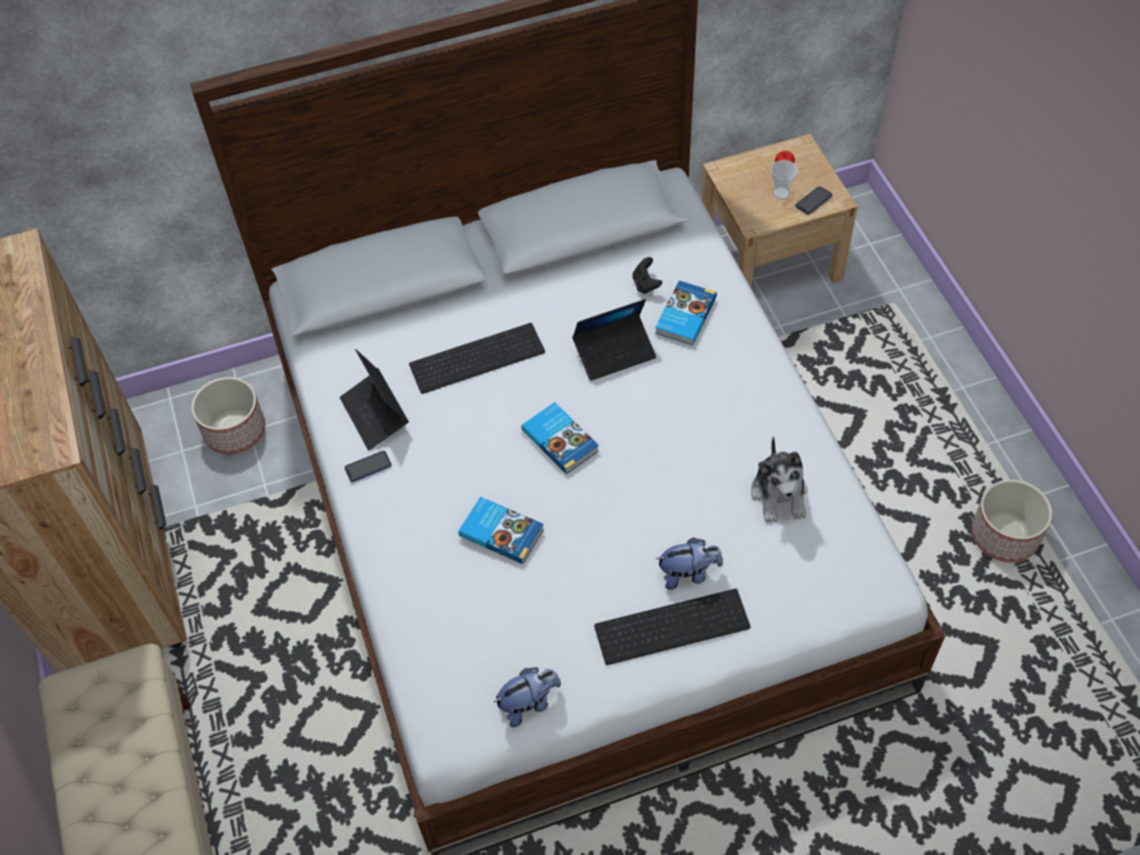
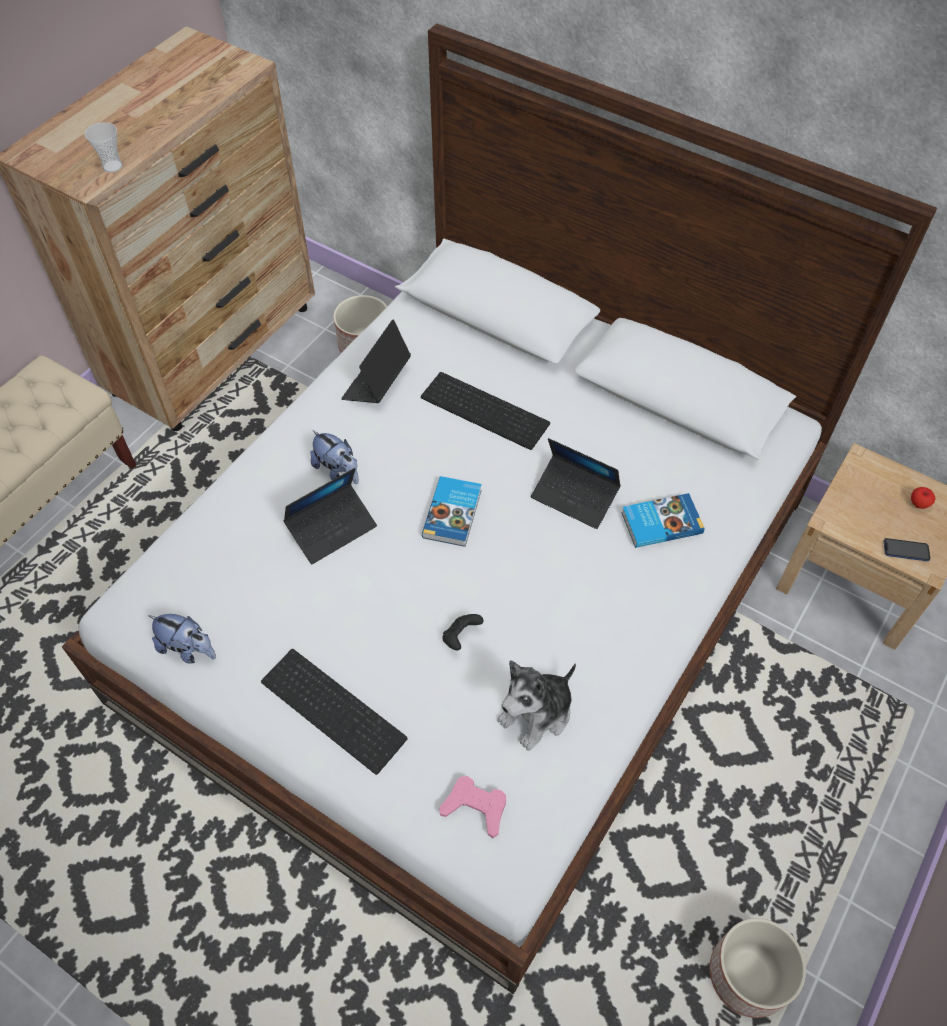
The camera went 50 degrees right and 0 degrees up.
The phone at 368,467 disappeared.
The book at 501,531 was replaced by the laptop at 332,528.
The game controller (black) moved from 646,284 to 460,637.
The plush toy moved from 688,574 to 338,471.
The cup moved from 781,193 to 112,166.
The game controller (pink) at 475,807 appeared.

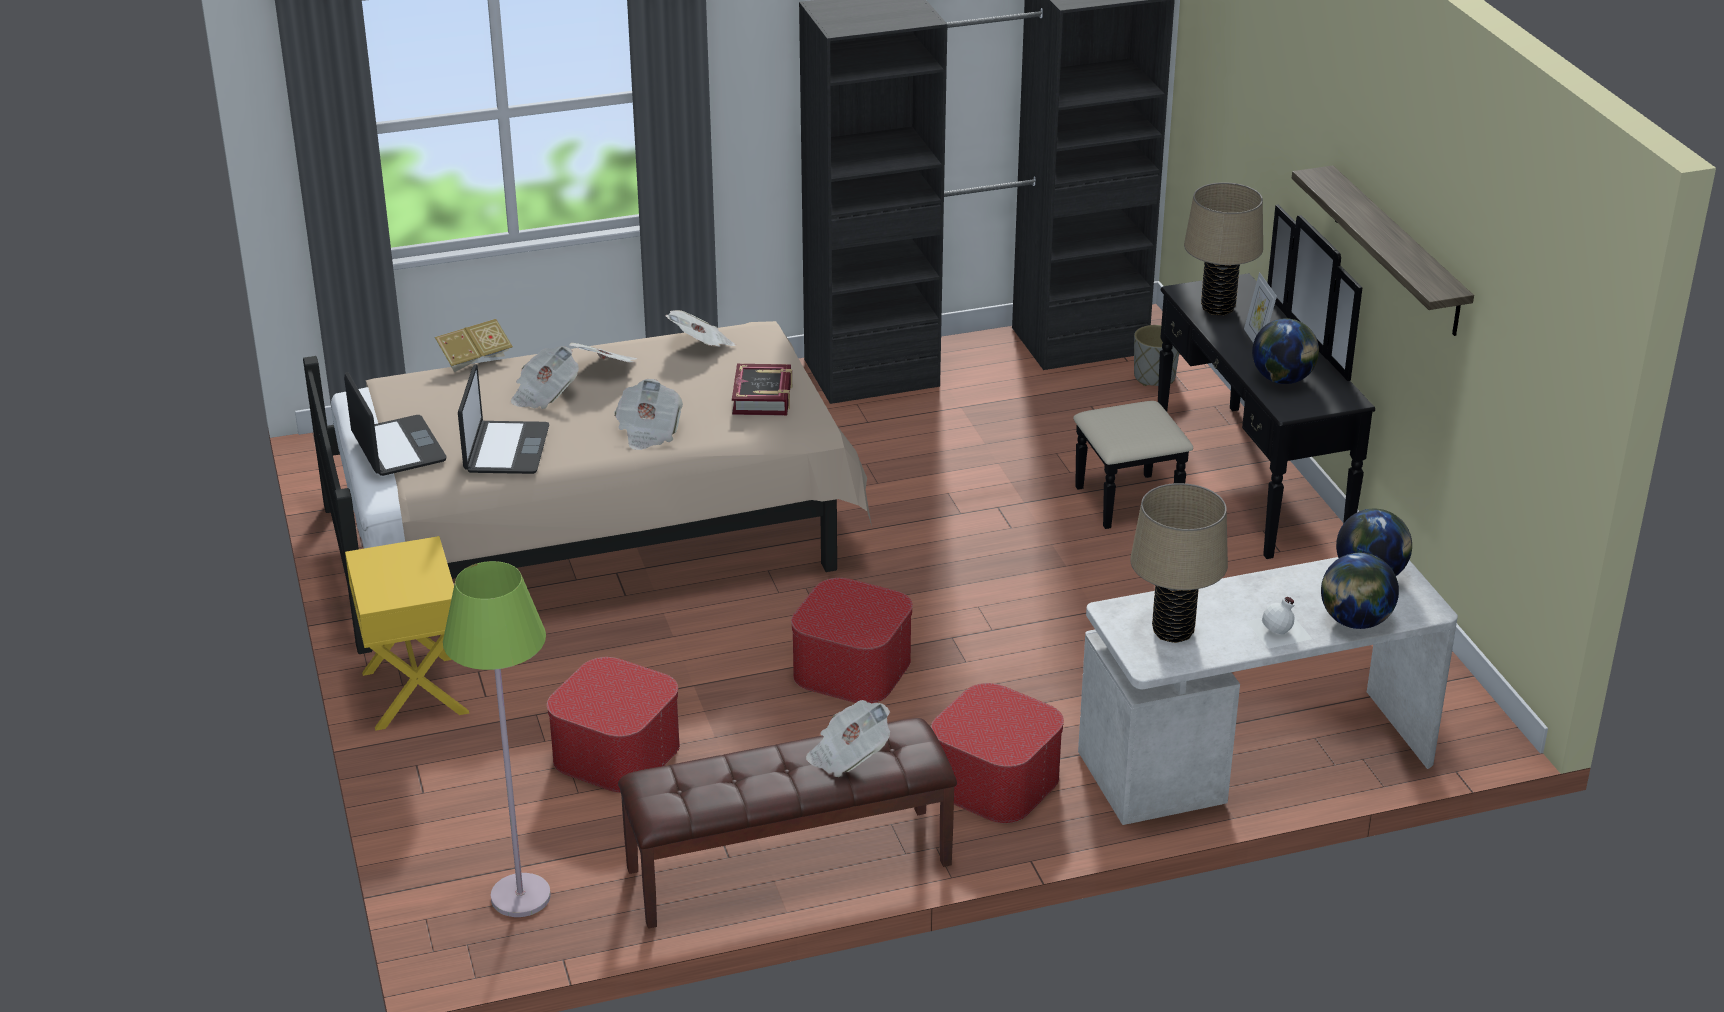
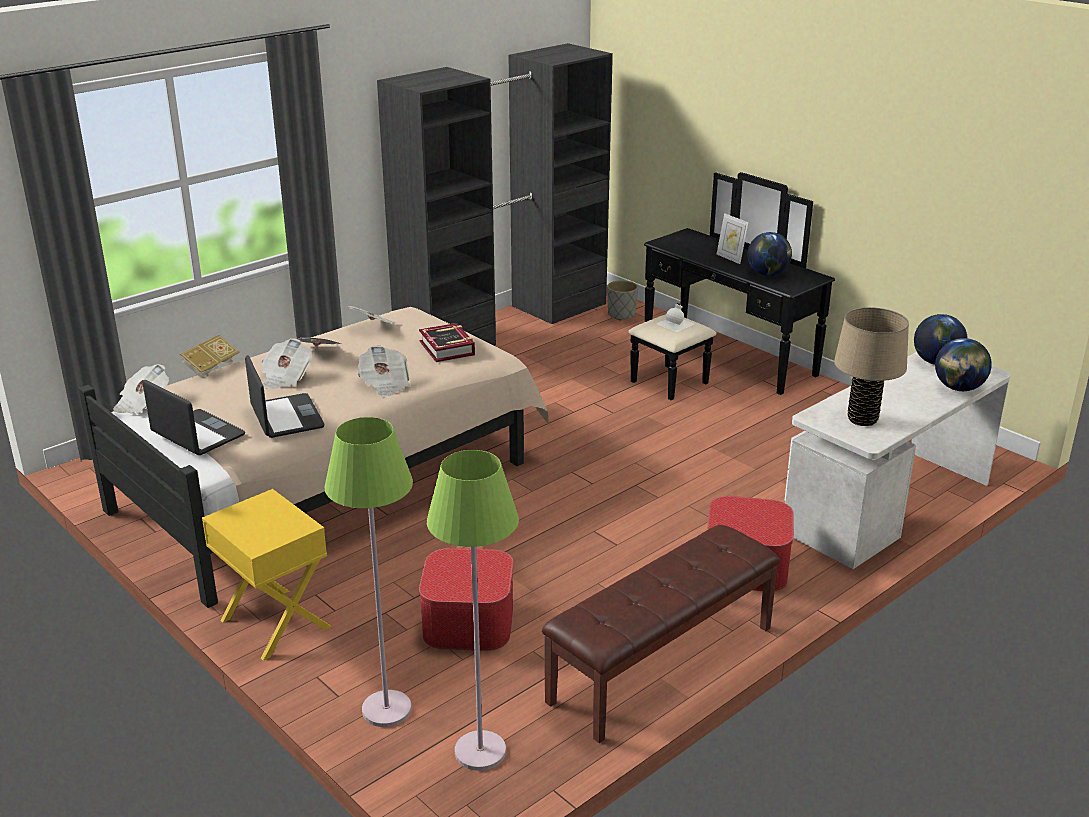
The camera went 25 degrees left and 5 degrees down.
The ottoman at 851,668 disappeared.
The newspaper moved from 848,756 to 142,403.
The table lamp (beige) at 1218,308 disappeared.
The bottle (white) moved from 1280,630 to 676,323.
The shelf at 1397,251 disappeared.
The floor lamp (green) at 386,709 appeared.

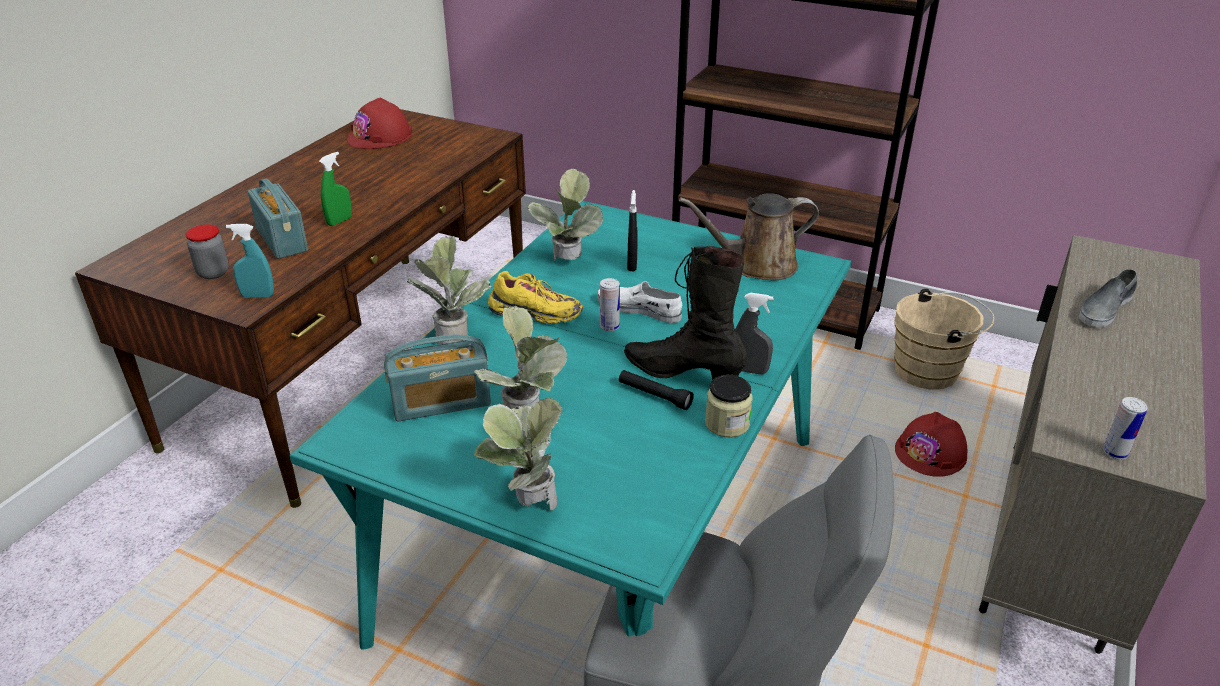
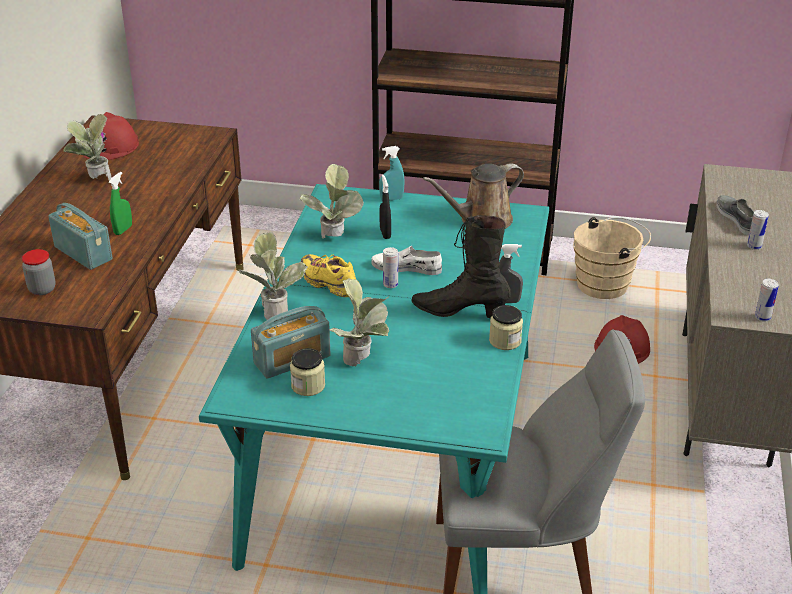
The camera went 15 degrees left and 0 degrees up.
The spray bottle (turquoise) moved from 258,296 to 391,199.
The potted plant moved from 526,505 to 95,180.
The shoe (yellow) at 535,314 turned 135 degrees counterclockwise.
The flashlight (black) at 654,396 disappeared.
The shoe (grey) at 1104,309 turned 135 degrees clockwise.
The jar at 308,386 appeared.
The can at 754,246 appeared.

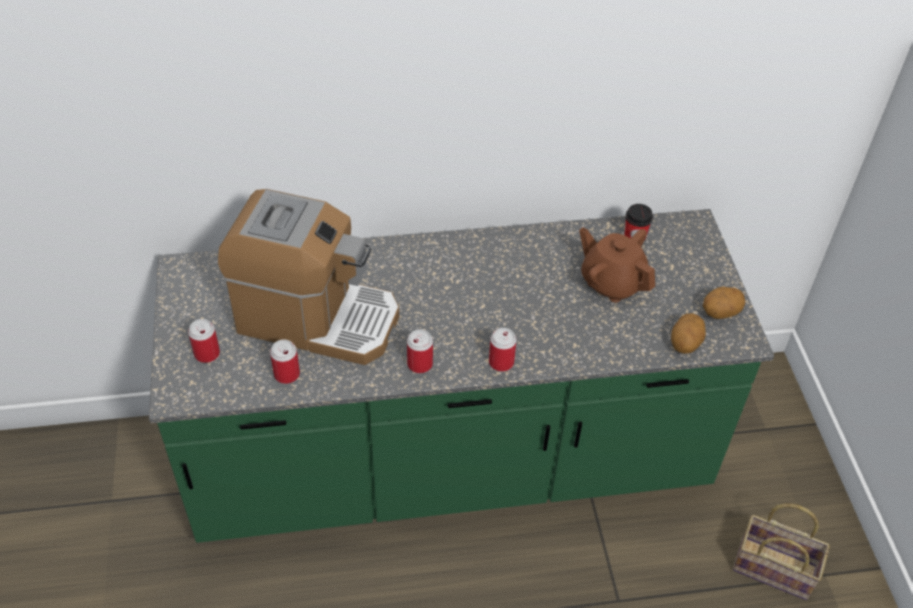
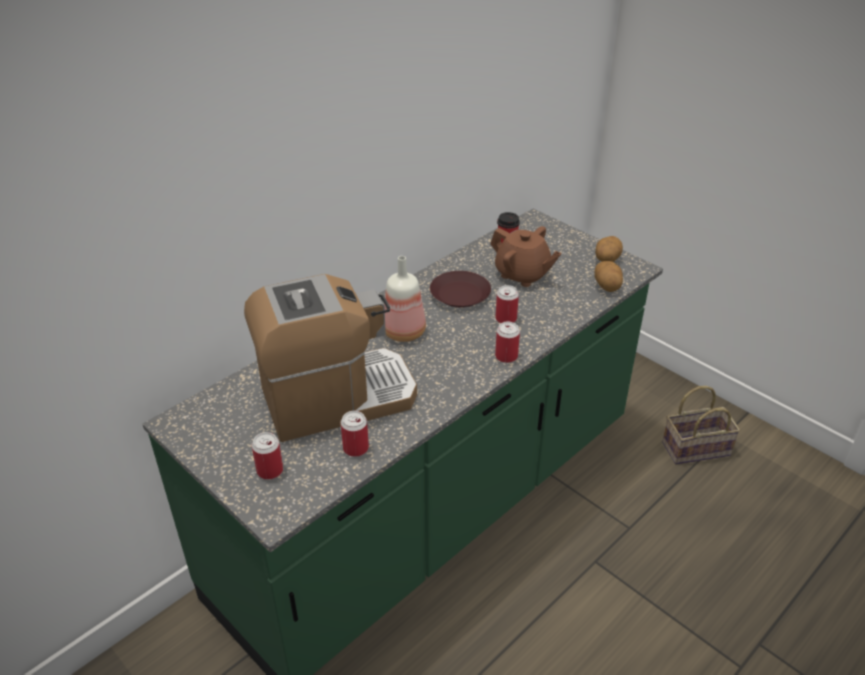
The camera went 35 degrees left and 10 degrees down.
The can moved from 420,364 to 506,319.
The teapot (brown) at 612,282 turned 150 degrees counterclockwise.
The bottle at 405,332 appeared.
The plate (brown) at 459,294 appeared.

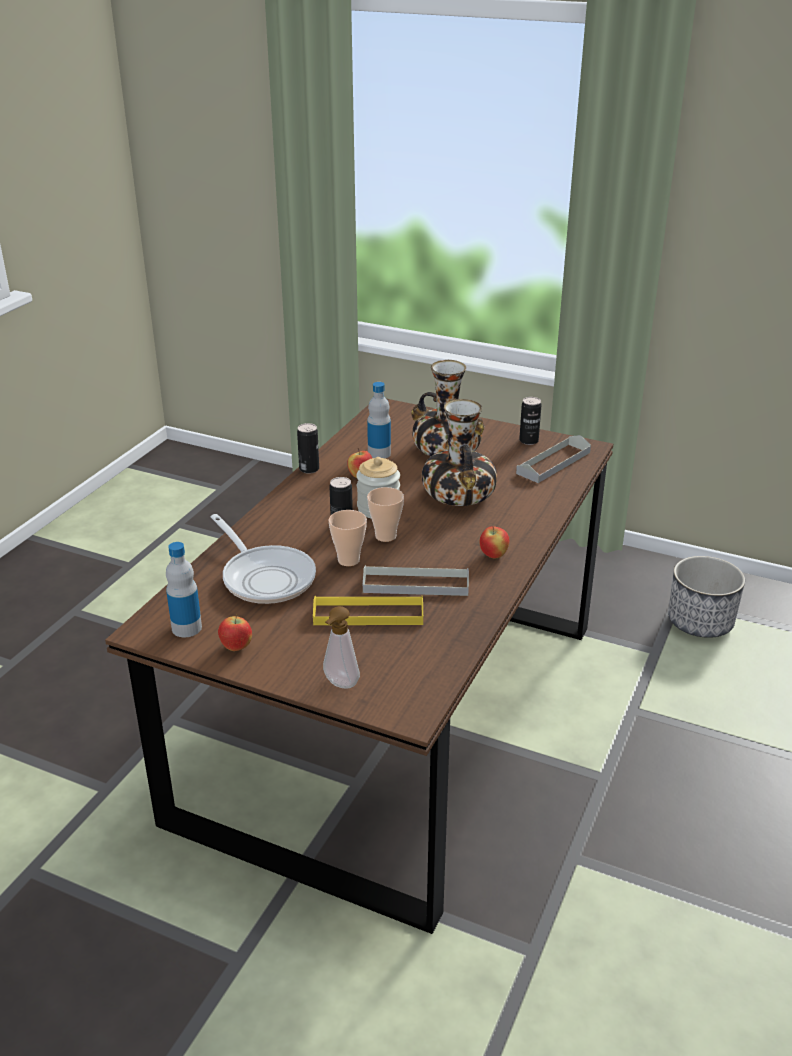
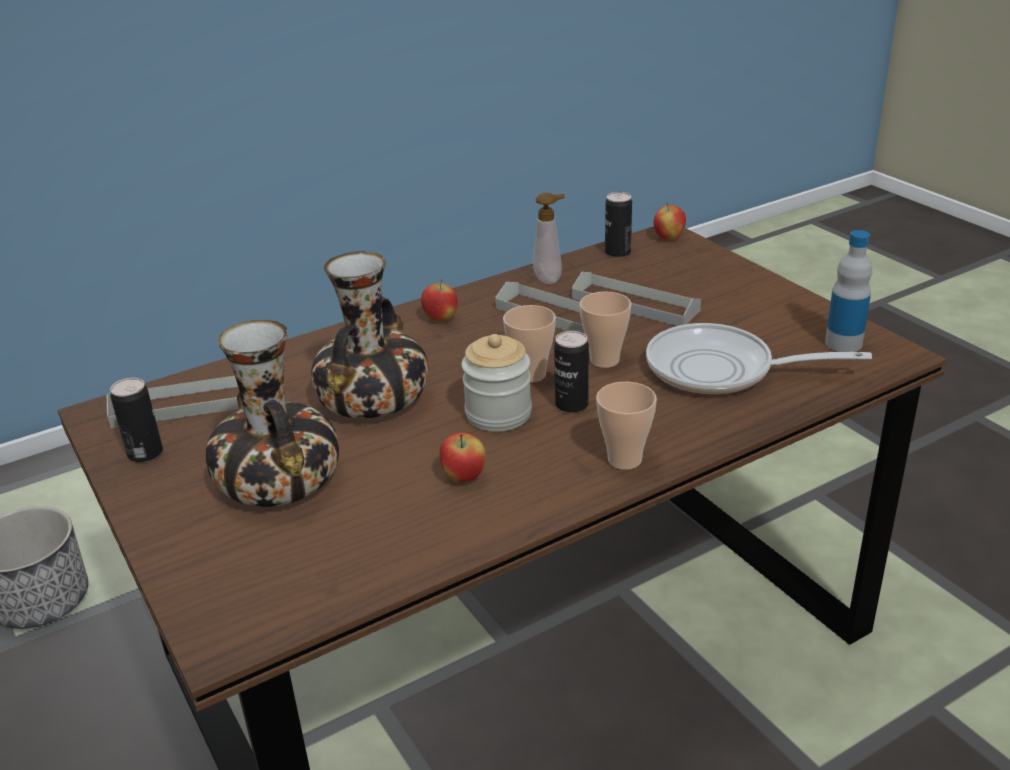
The camera went 145 degrees left and 0 degrees up.
The frying pan at 265,577 turned 75 degrees counterclockwise.
The apple moved from 236,647 to 668,238.
The can moved from 309,469 to 617,252.
The tray (yellow) at 368,614 became the tray (grey) at 635,304.
The soap dispenser moved from 339,684 to 550,279.
The bottle at 379,453 disappeared.
The cup at 624,460 appeared.

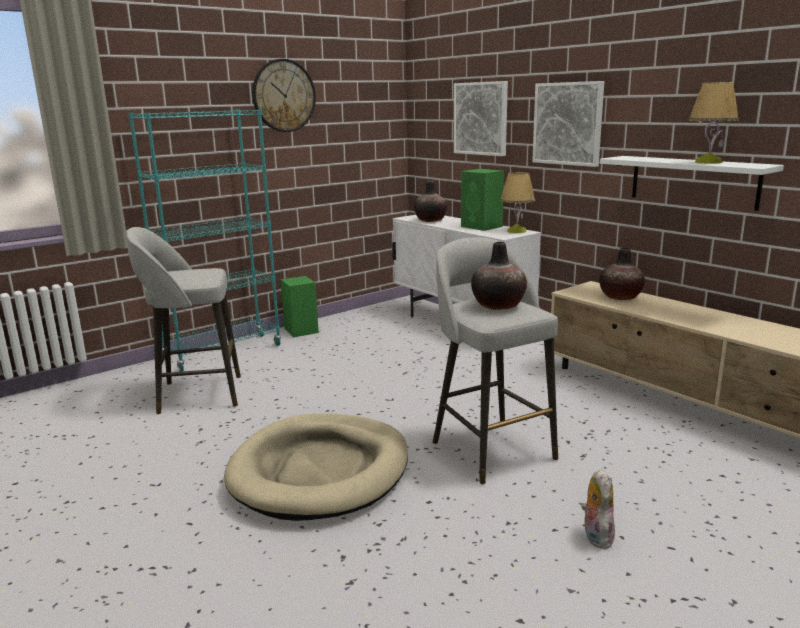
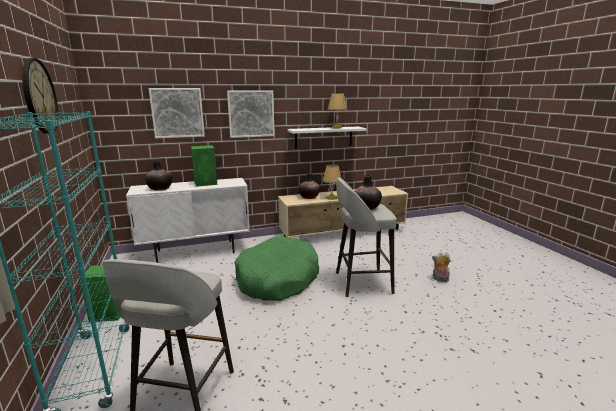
The camera went 70 degrees left and 0 degrees up.
The dog bed (beige) at 320,471 disappeared.
The table lamp moved from 516,231 to 331,198.
The dog bed (green) at 277,279 appeared.

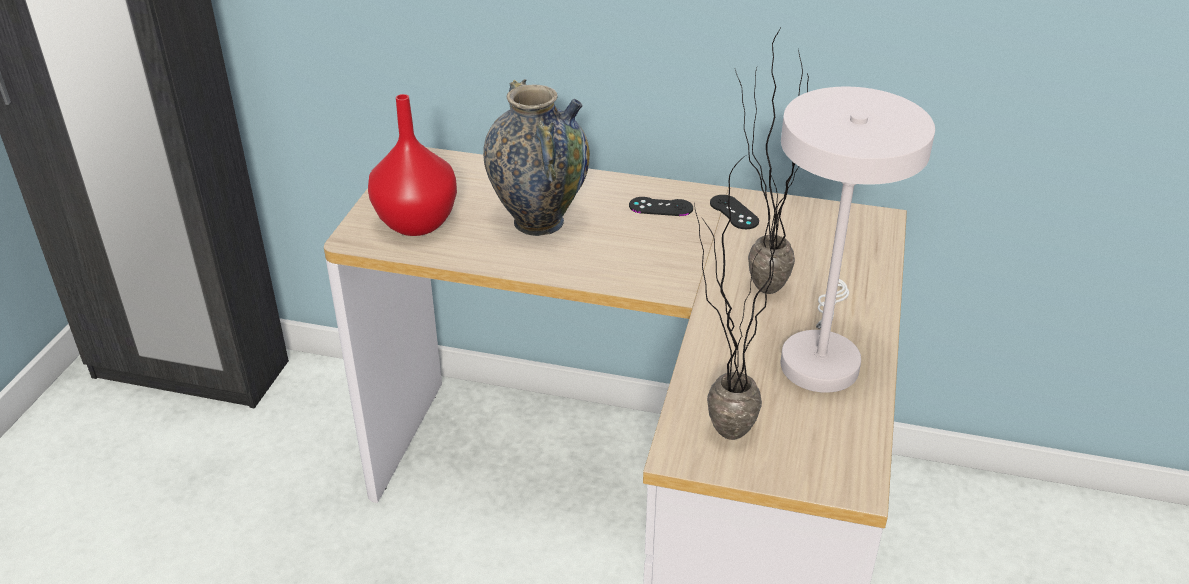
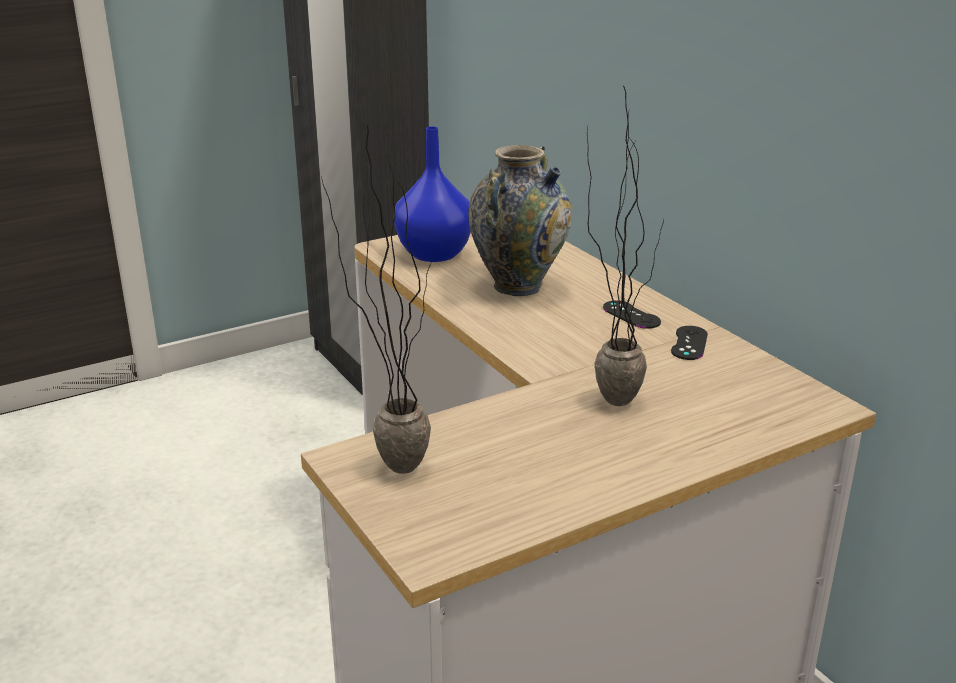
The camera went 45 degrees right and 10 degrees down.
The vase (red) at 416,222 became the vase (blue) at 435,253.
The table lamp (white) at 820,356 disappeared.

